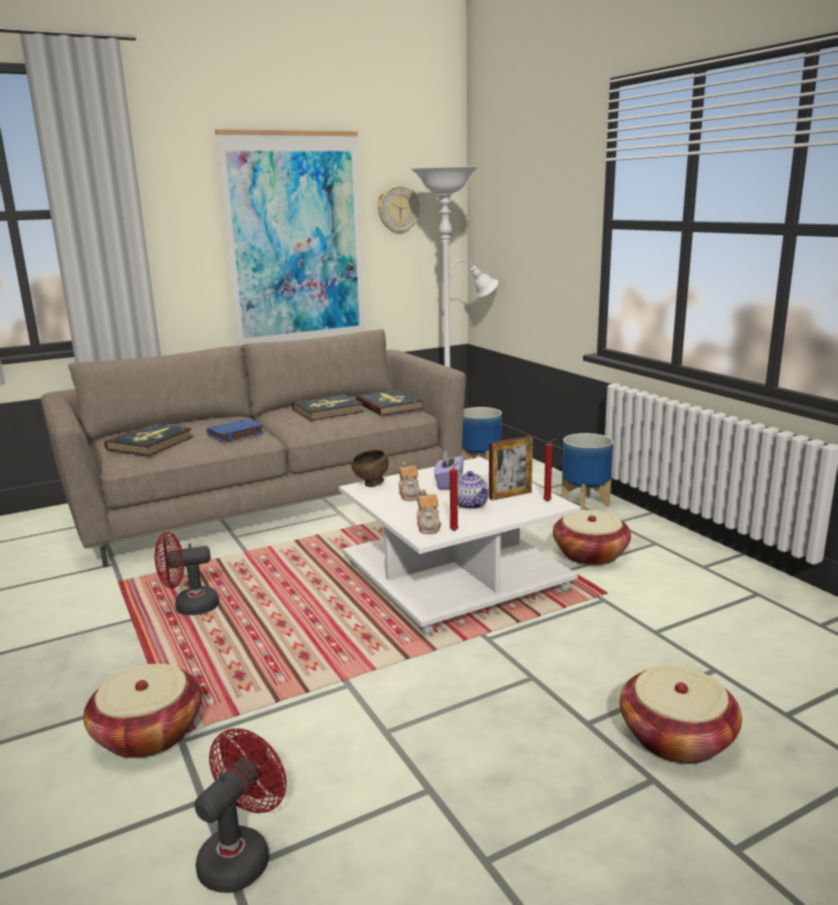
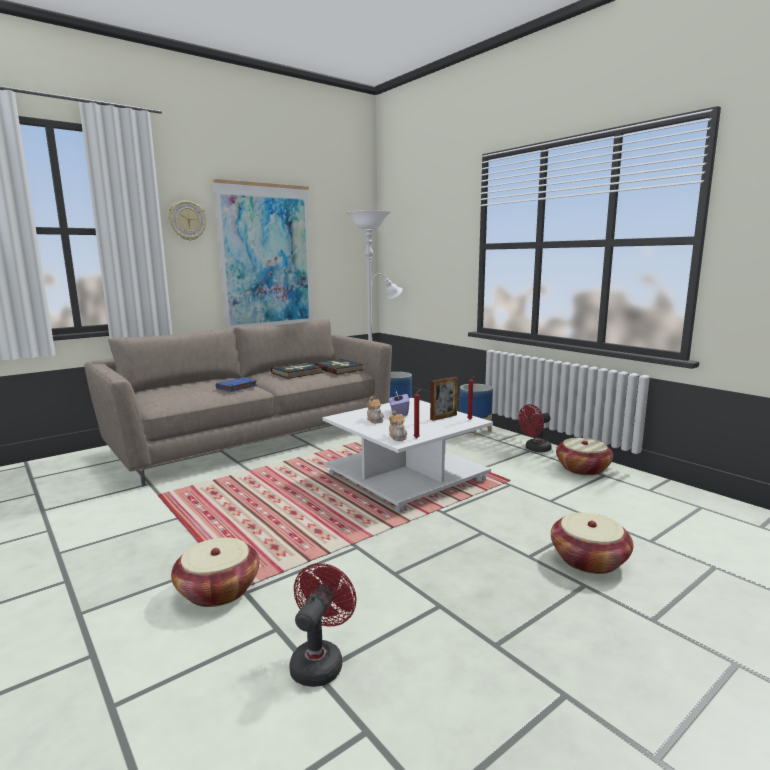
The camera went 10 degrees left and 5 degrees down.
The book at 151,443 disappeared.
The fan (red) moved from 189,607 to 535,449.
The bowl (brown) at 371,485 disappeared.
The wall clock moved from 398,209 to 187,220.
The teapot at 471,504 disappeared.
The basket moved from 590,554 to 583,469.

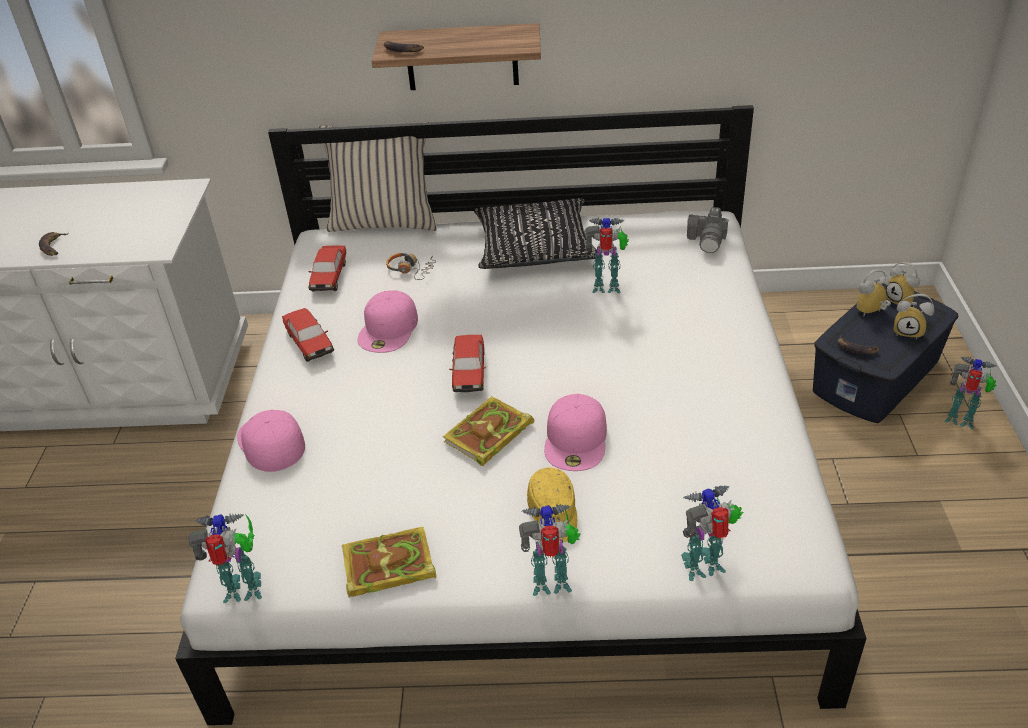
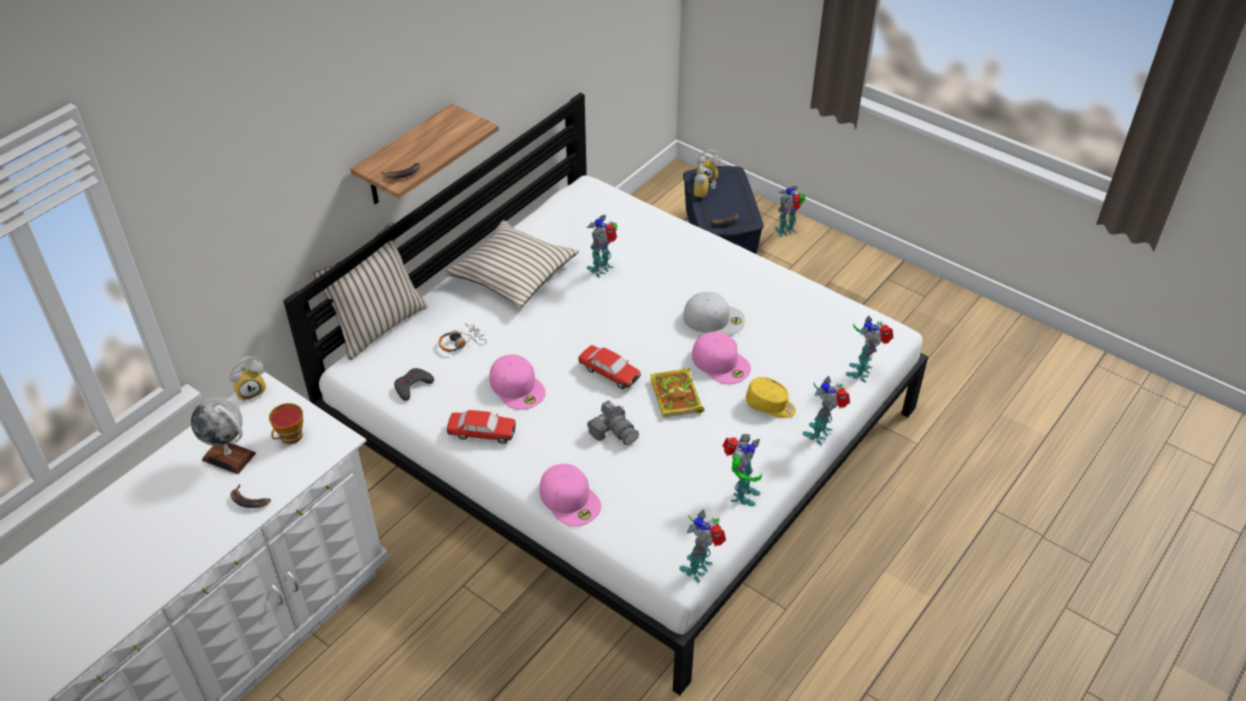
The camera went 55 degrees left and 5 degrees up.
The cap (pink) at 270,441 turned 135 degrees counterclockwise.
The toy car at 329,276 was replaced by the game controller (grey) at 412,386.
The book at 386,567 was replaced by the toy robot at 741,495.
The pillow (black) at 534,246 became the pillow (beige) at 512,273.
The photo camera moved from 708,240 to 614,431.
The alarm clock moved from 909,331 to 251,390.
The globe at 229,456 appeared.
The cup at 290,438 appeared.
The cap (white) at 714,318 appeared.

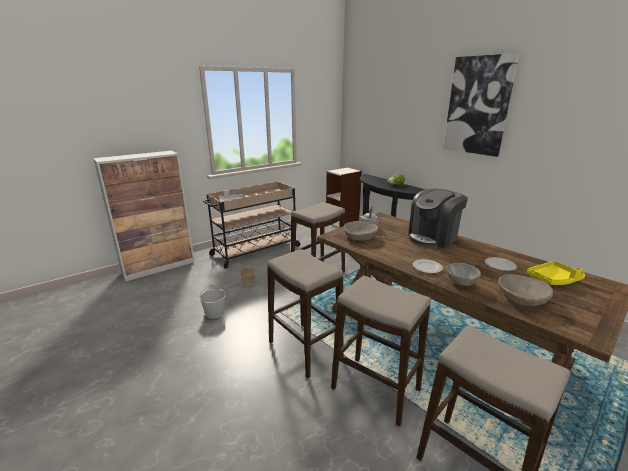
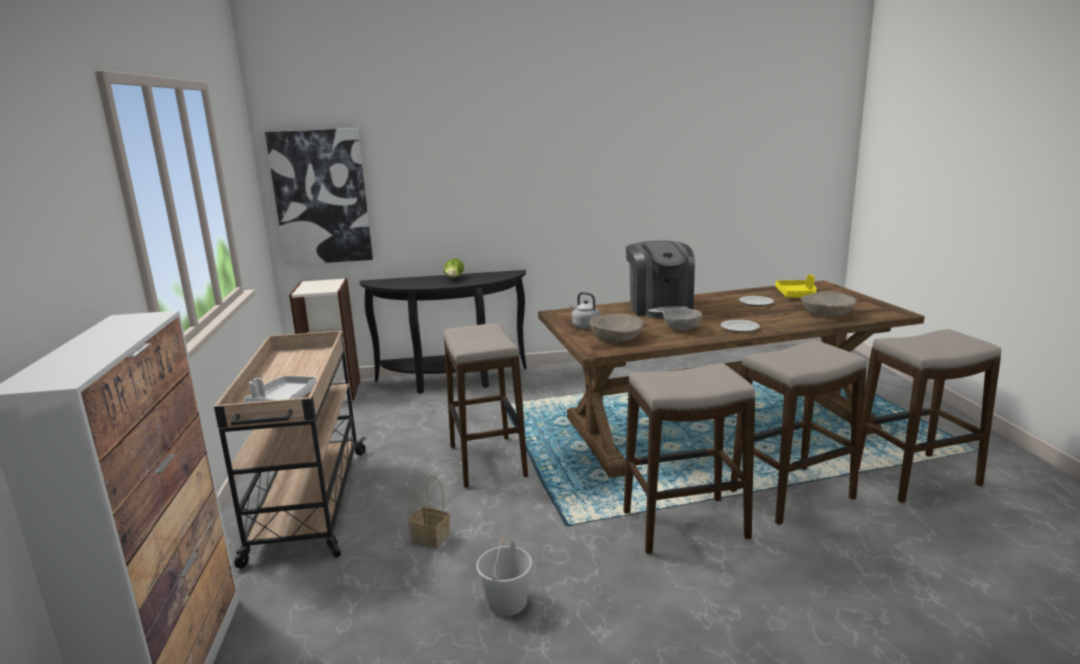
The camera went 60 degrees left and 5 degrees down.
The picture moved from 478,106 to 321,197.
The bowl (grey) moved from 461,283 to 682,329.

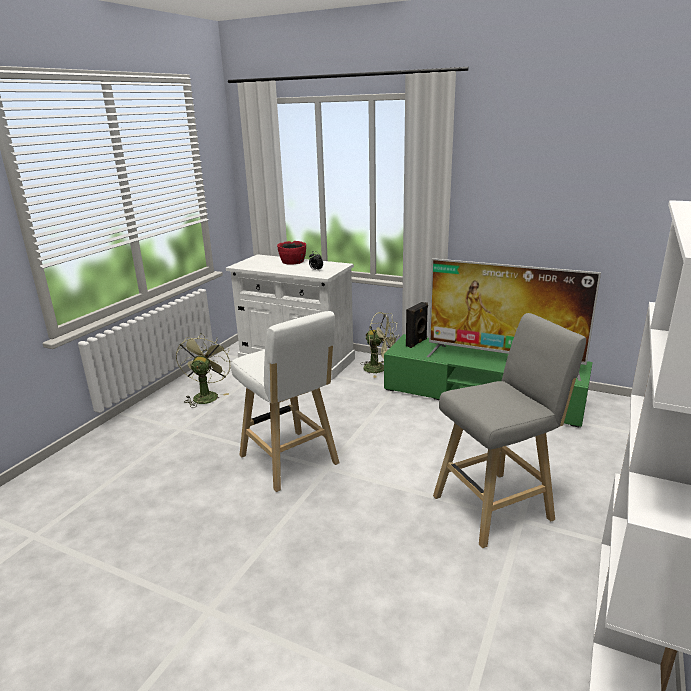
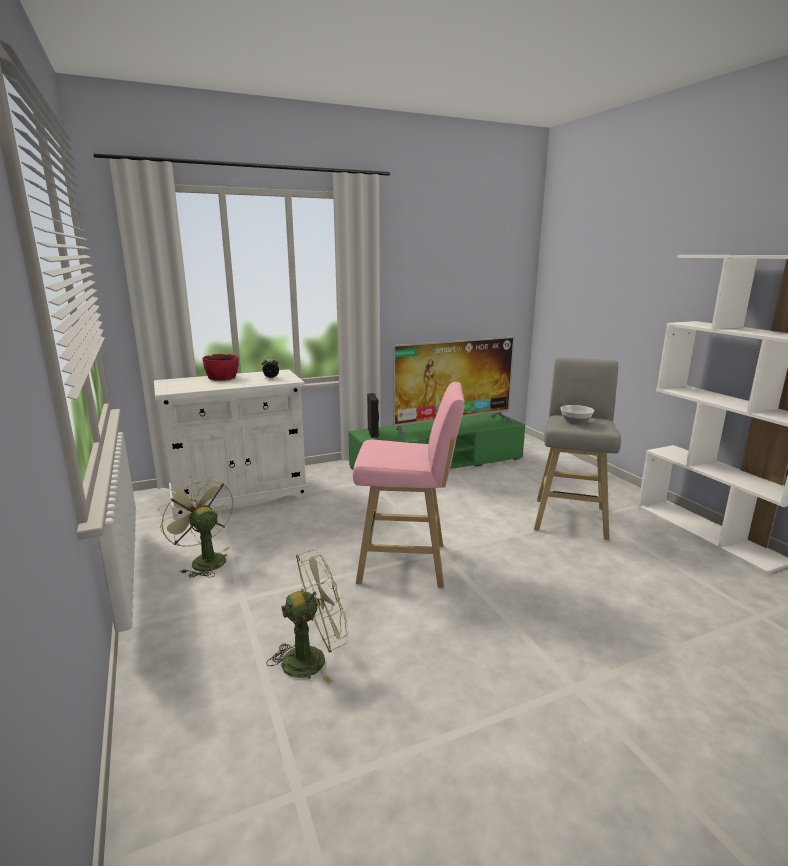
The camera went 50 degrees left and 5 degrees down.
The stool (white) at 291,462 became the stool (pink) at 407,564.
The fan (green) moved from 380,369 to 313,658.
The bowl at 575,422 appeared.

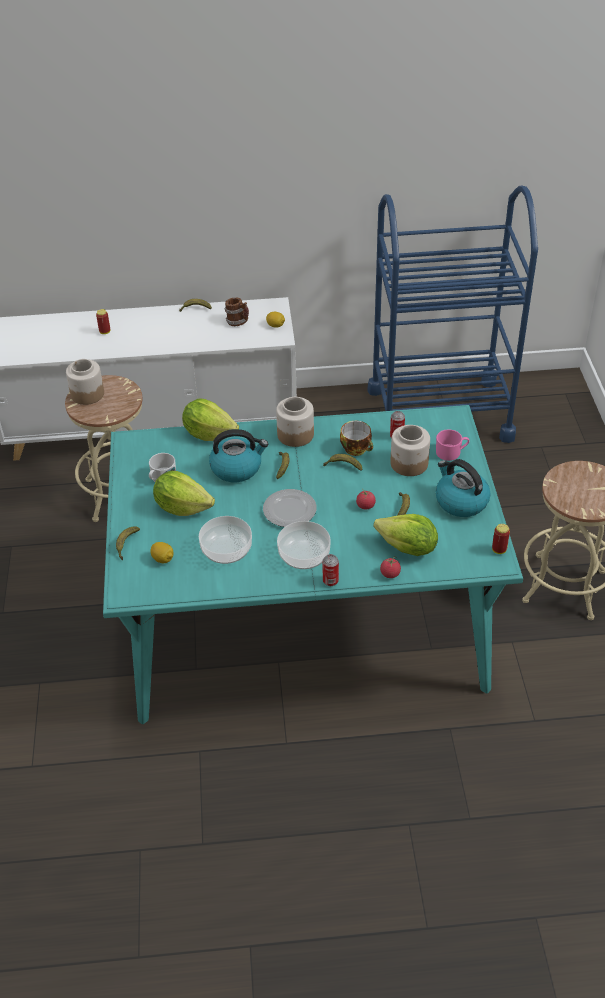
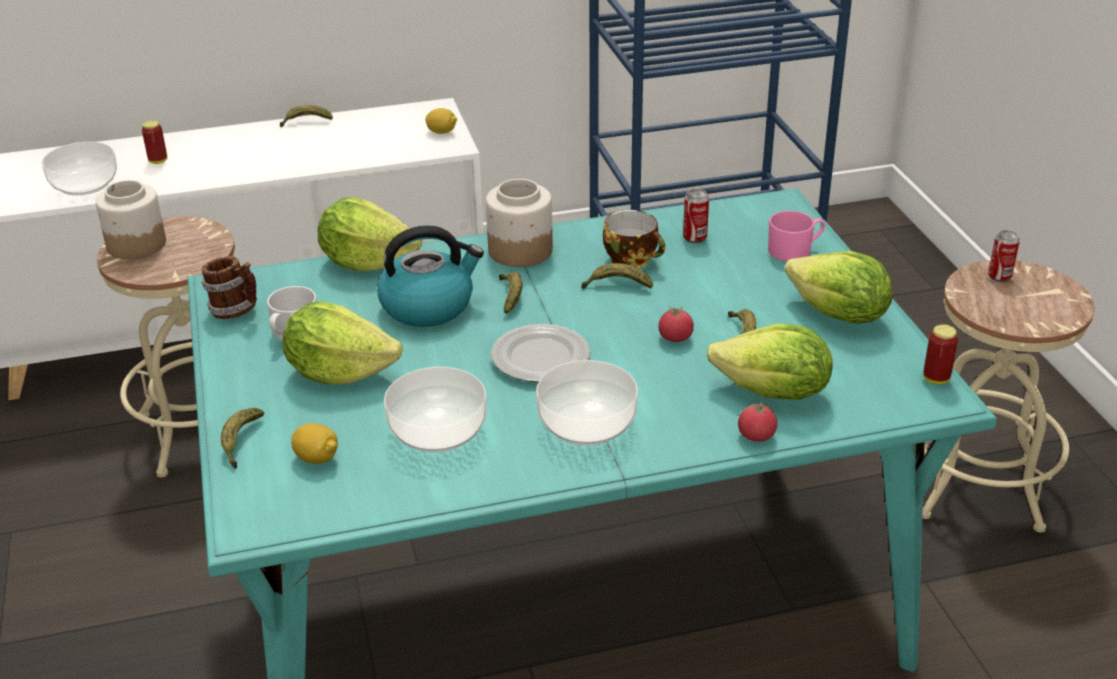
The camera went 10 degrees left and 10 degrees down.
The mug moved from 238,322 to 236,311.
The can moved from 330,581 to 999,276.
The jar at 409,464 disappeared.
The kettle at 460,501 was replaced by the lettuce at 838,315.
The bowl at 84,184 appeared.

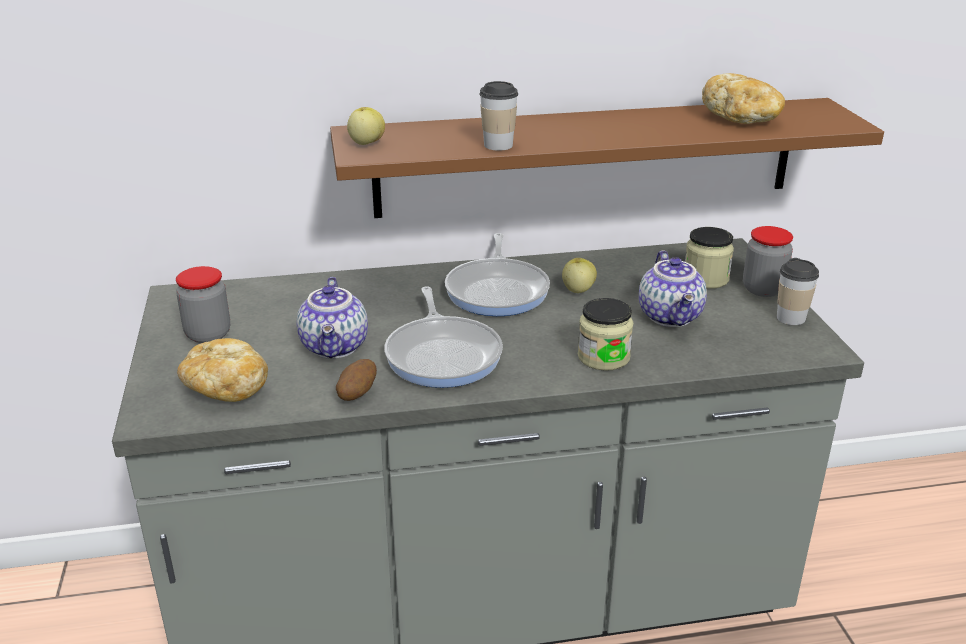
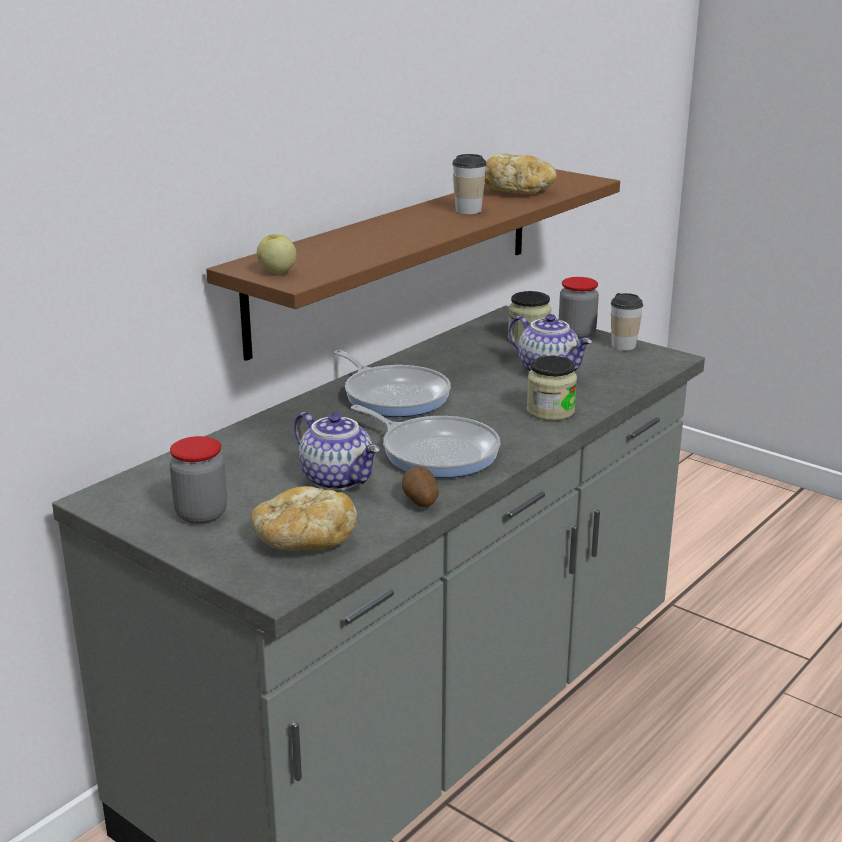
The camera went 40 degrees left and 5 degrees down.
The cup moved from 498,145 to 468,210.
The apple at 577,290 disappeared.

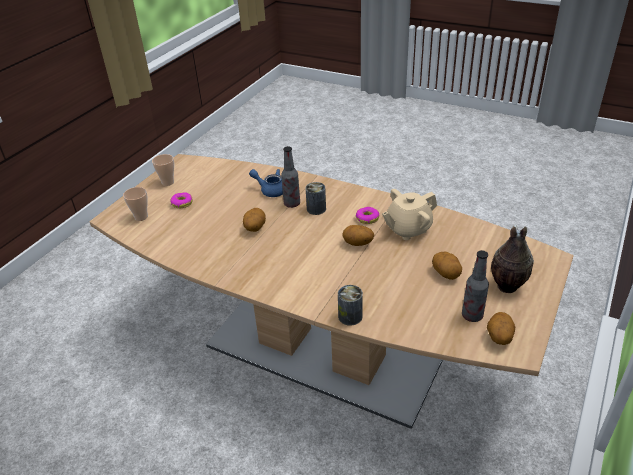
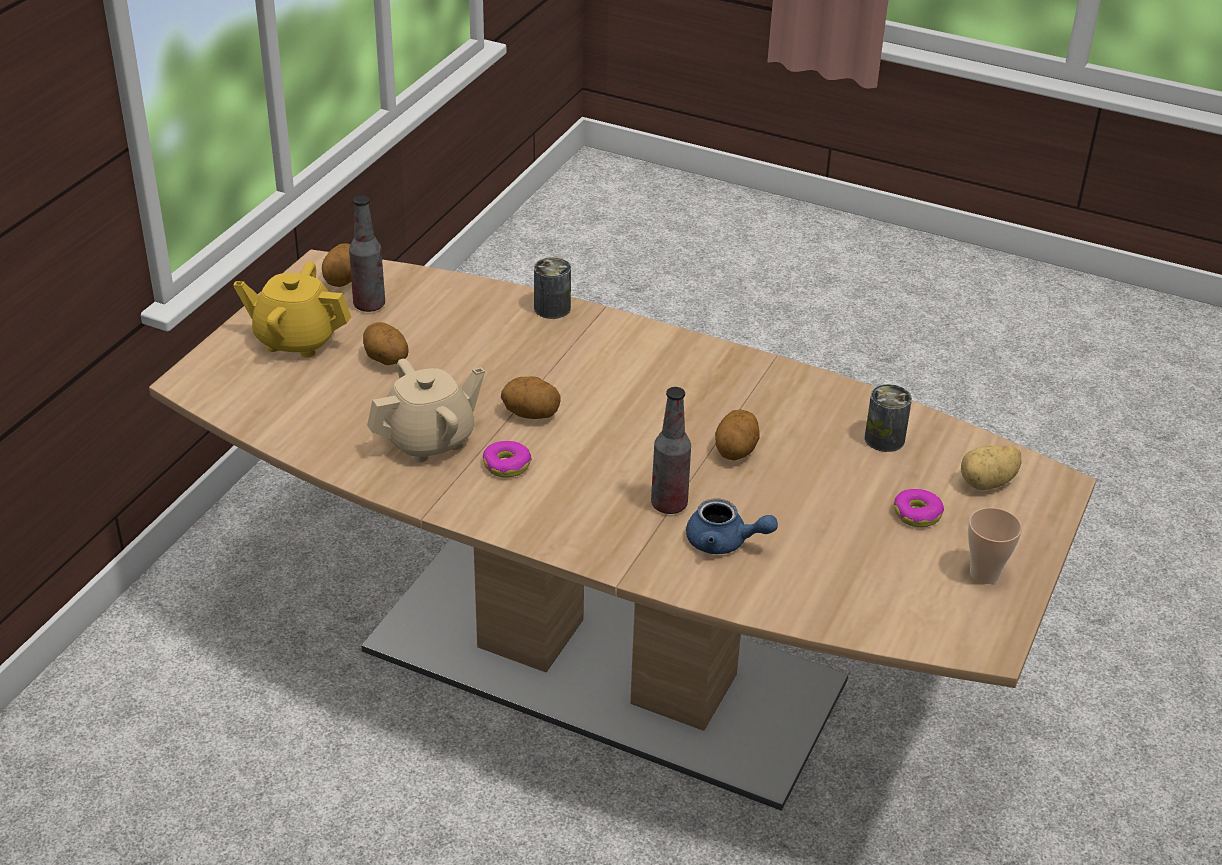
The camera went 175 degrees right and 0 degrees up.
The cup at 141,217 was replaced by the potato at 988,483.
The can moved from 316,209 to 884,439.
The vase at 506,287 was replaced by the teapot (yellow) at 296,339.

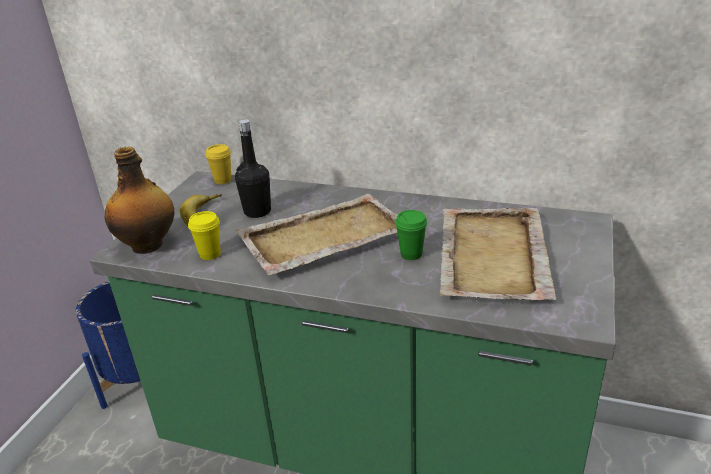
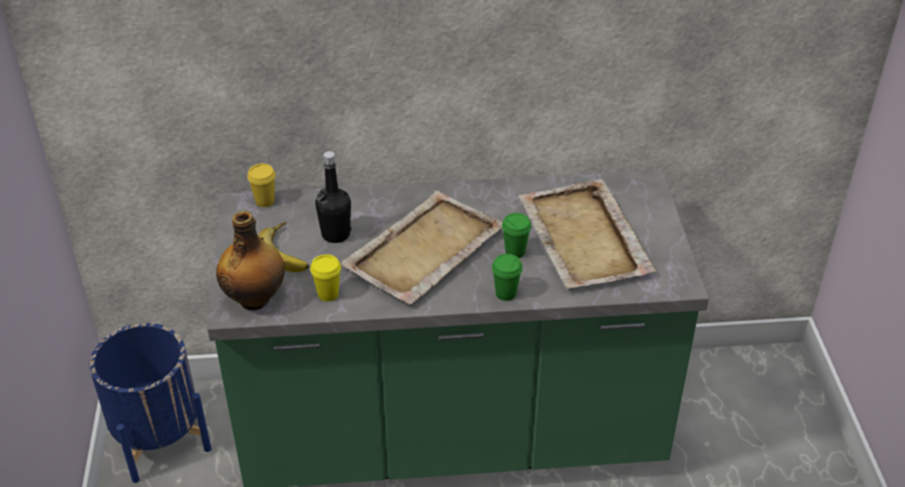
The camera went 25 degrees left and 10 degrees up.
The cup (green) at 506,293 appeared.

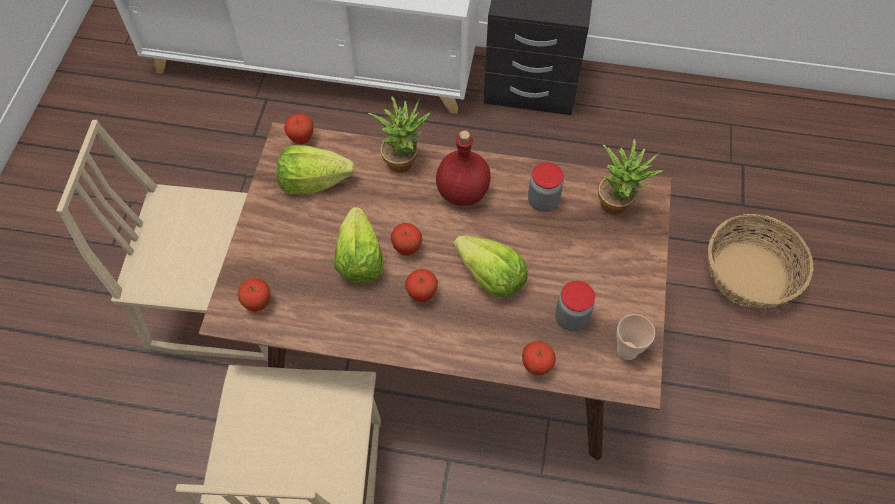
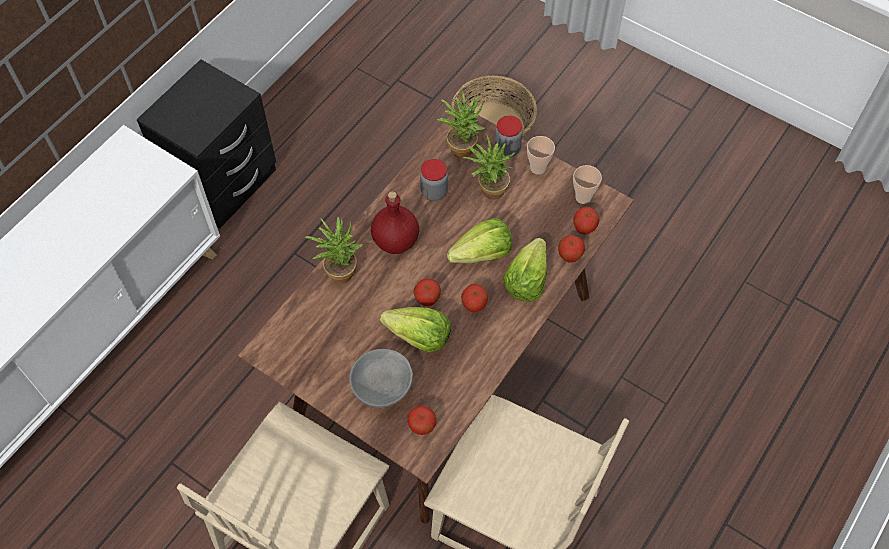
The camera went 65 degrees left and 0 degrees up.
The lettuce moved from 314,182 to 526,281.
The apple moved from 301,139 to 584,229.
The jar moved from 571,318 to 507,149.
The bowl (grey) at 381,388 appeared.
The potted plant at 488,190 appeared.
The cup at 538,168 appeared.

